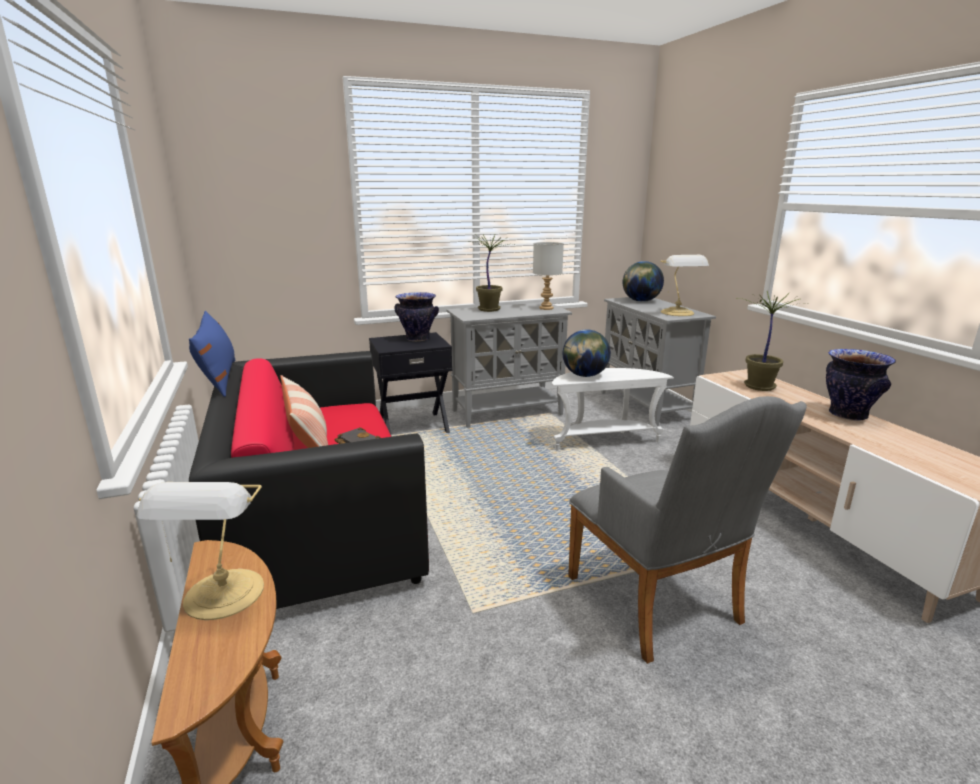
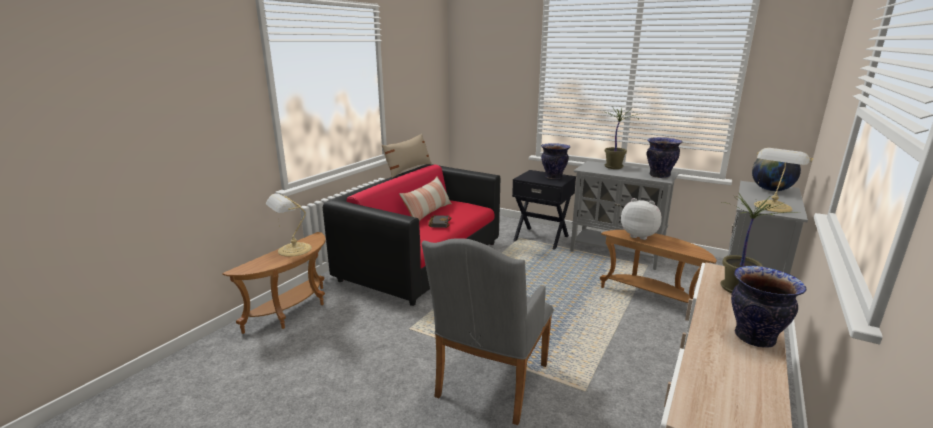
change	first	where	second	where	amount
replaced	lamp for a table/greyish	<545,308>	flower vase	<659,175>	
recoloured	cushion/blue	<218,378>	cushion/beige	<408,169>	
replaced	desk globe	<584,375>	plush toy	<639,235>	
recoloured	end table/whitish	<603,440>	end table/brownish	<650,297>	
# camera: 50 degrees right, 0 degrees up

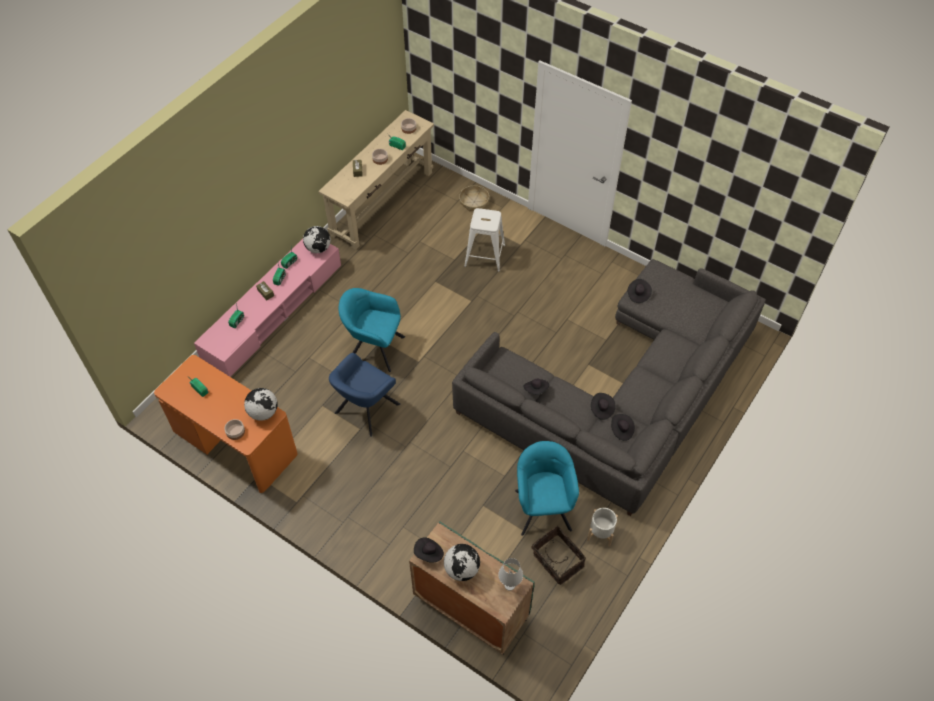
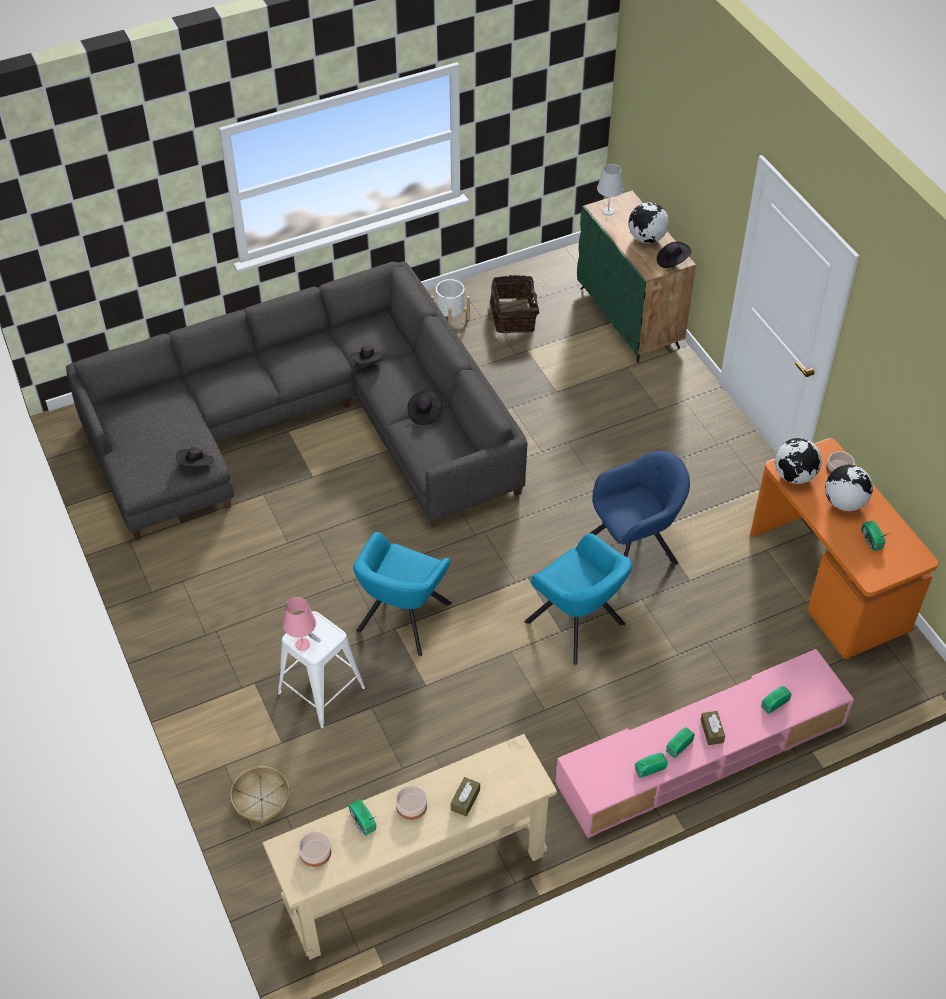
change	first	where	second	where	amount
moved	desk globe	<318,248>		<844,502>	
removed	clothing hat/black-coloured	<621,430>			
moved	easy chair/turquoise	<542,507>		<402,620>	
added			lamp for a table/pinkish	<302,644>	
# camera: 150 degrees left, 5 degrees down

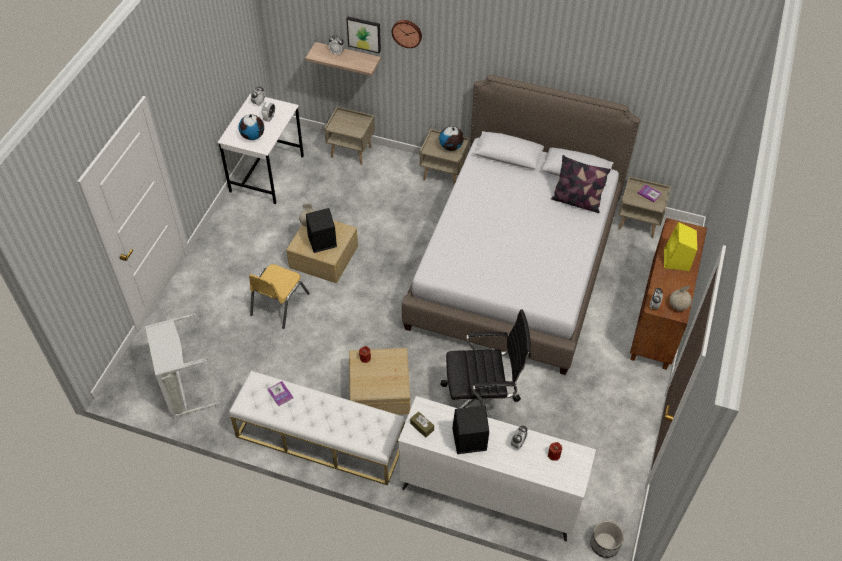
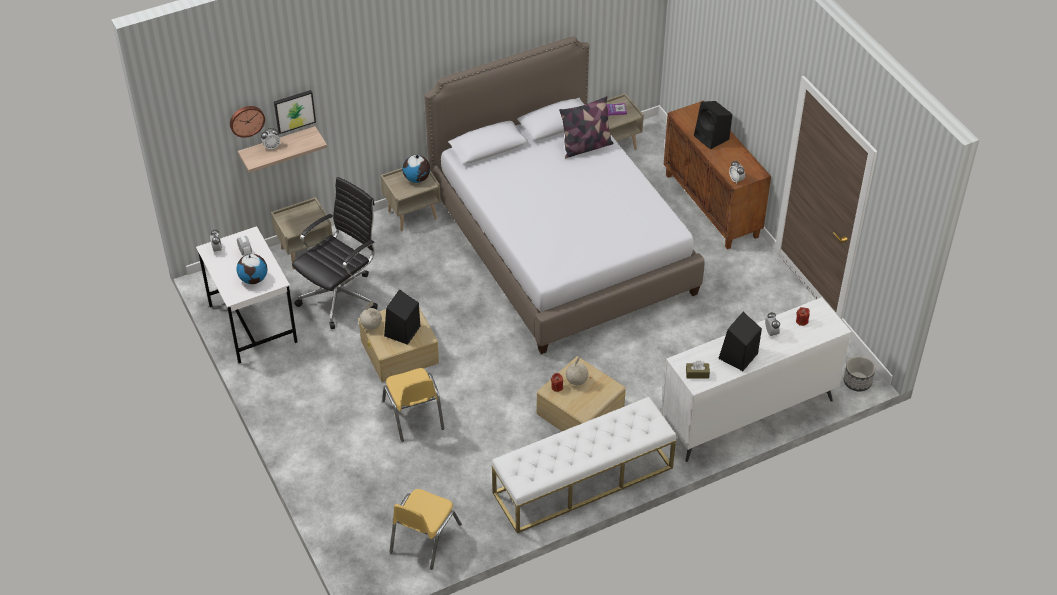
change	first	where	second	where	amount
moved	hanging clock	<407,33>		<246,120>	
recoloured	speaker/yellowish	<677,260>	speaker/black-coloured	<712,138>	
moved	desk globe	<678,306>		<577,381>	
moved	computer chair/black-coloured	<481,402>		<341,296>	
replaced	laundry basket/greyish	<182,389>	plain chair/yellowish	<424,538>	
removed	bound book	<280,394>			
# camera: 45 degrees left, 5 degrees down

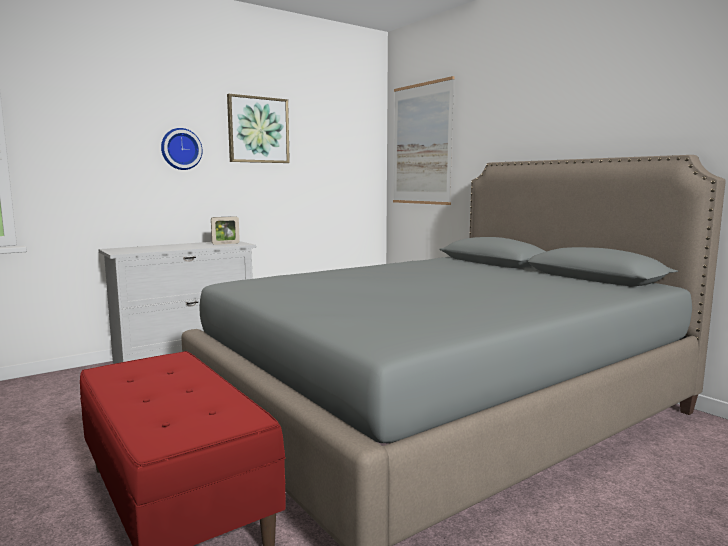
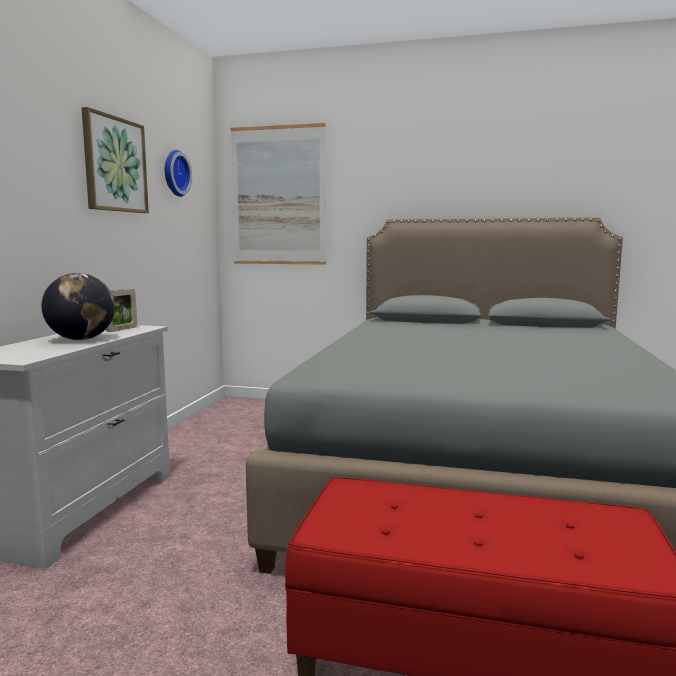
change	first	where	second	where	amount
moved	hanging clock	<180,149>		<174,173>	
added			desk globe	<81,339>	
# camera: 40 degrees left, 0 degrees up

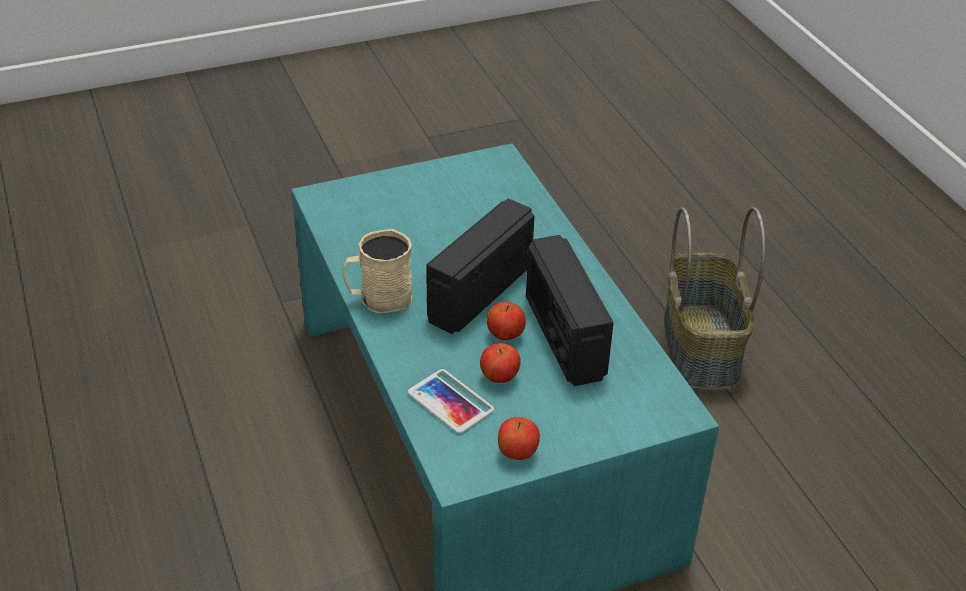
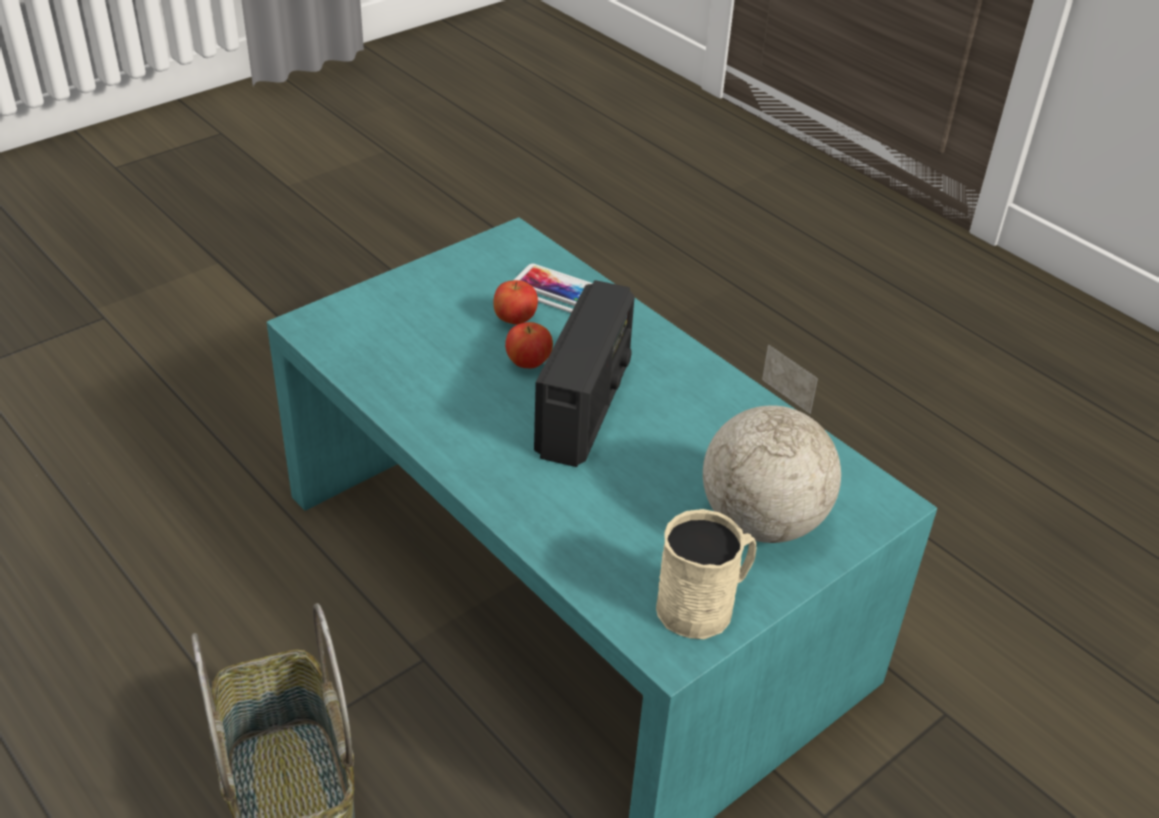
change	first	where	second	where	amount
moved	tea mug/beige	<379,298>		<704,605>	
removed	radio set	<563,337>			
removed	apple	<517,453>			
added			desk globe	<762,521>	
# camera: 160 degrees right, 0 degrees up

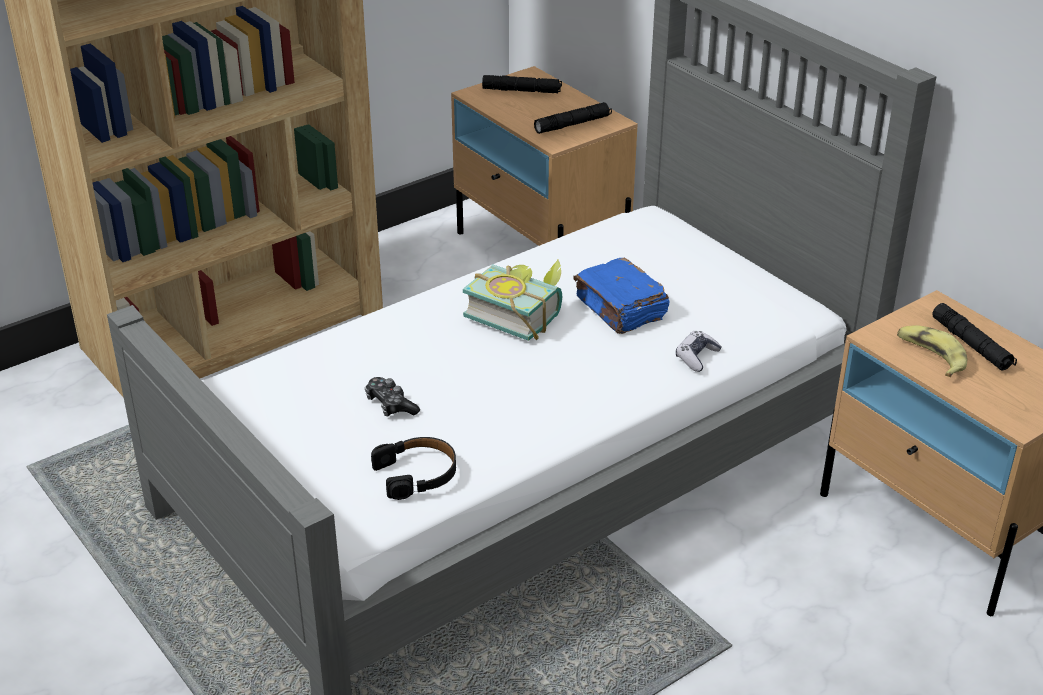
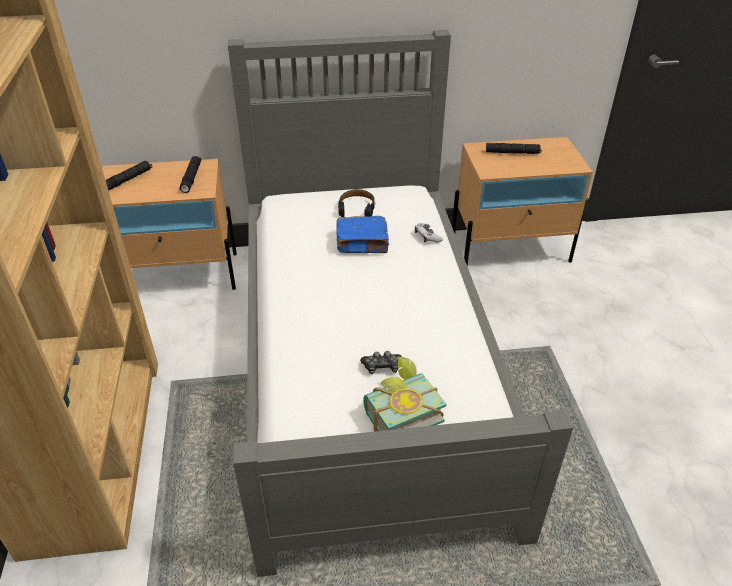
change	first	where	second	where	amount
moved	bound book	<518,314>		<399,412>	
removed	banana	<930,356>			
moved	pair of headphones/black-coloured	<417,474>		<356,208>	
# camera: 60 degrees left, 5 degrees up

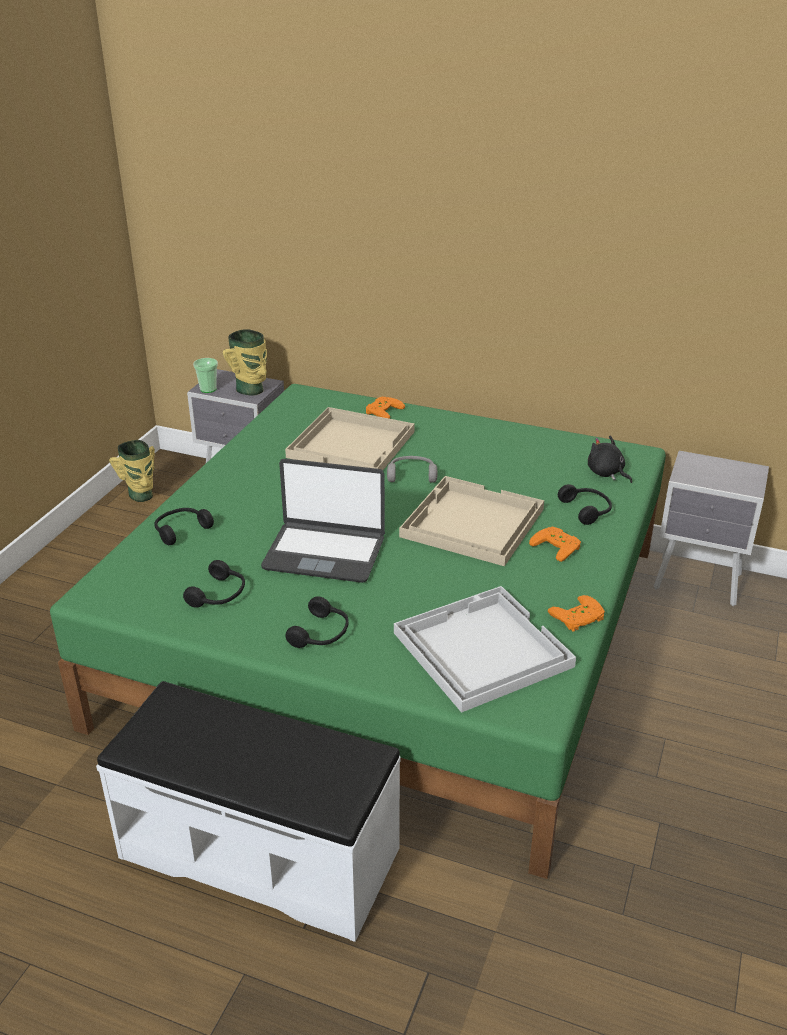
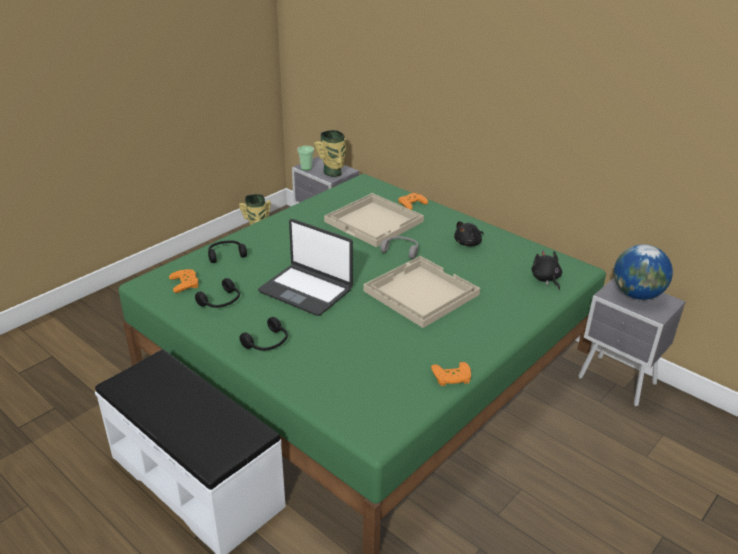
change	first	where	second	where	amount
removed	pair of headphones/black-coloured	<587,510>			
moved	gamepad/orange	<558,546>		<186,283>	
removed	serving tray/whitish	<480,649>			
added			plush toy/black-coloured	<468,243>	
added			desk globe	<636,294>	
# camera: 20 degrees right, 0 degrees up

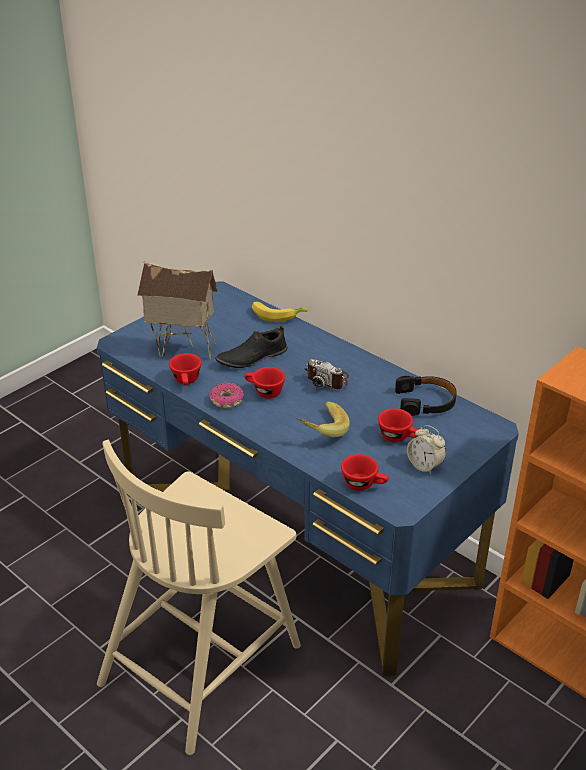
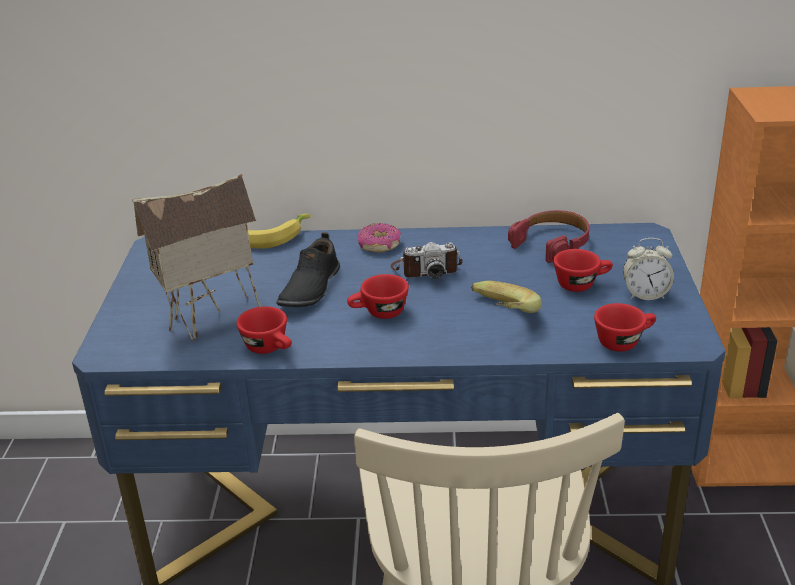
change	first	where	second	where	amount
recoloured	pair of headphones/black-coloured	<426,402>	pair of headphones/reddish	<552,243>	
moved	ring doughnut	<226,400>		<379,245>	
# camera: 40 degrees left, 5 degrees down

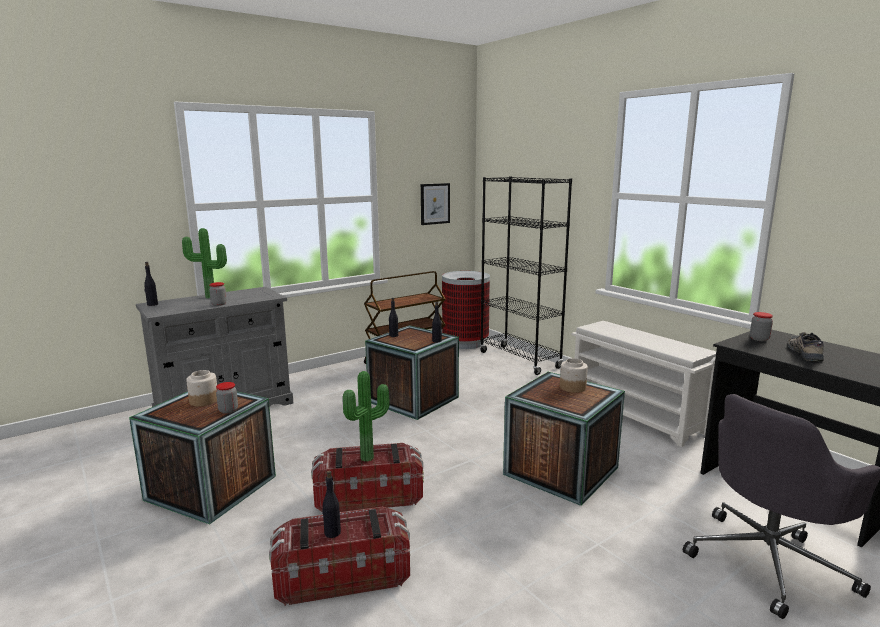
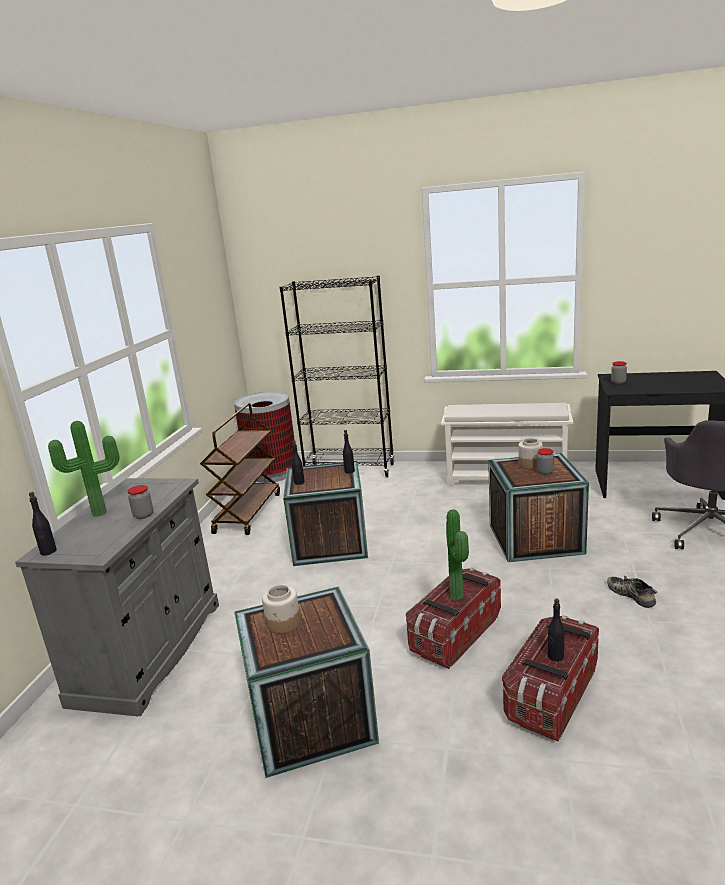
change	first	where	second	where	amount
removed	picture	<435,203>			
moved	item of footwear	<806,353>		<632,595>	
moved	storage jar	<228,410>		<545,472>	
# camera: 40 degrees left, 5 degrees up

